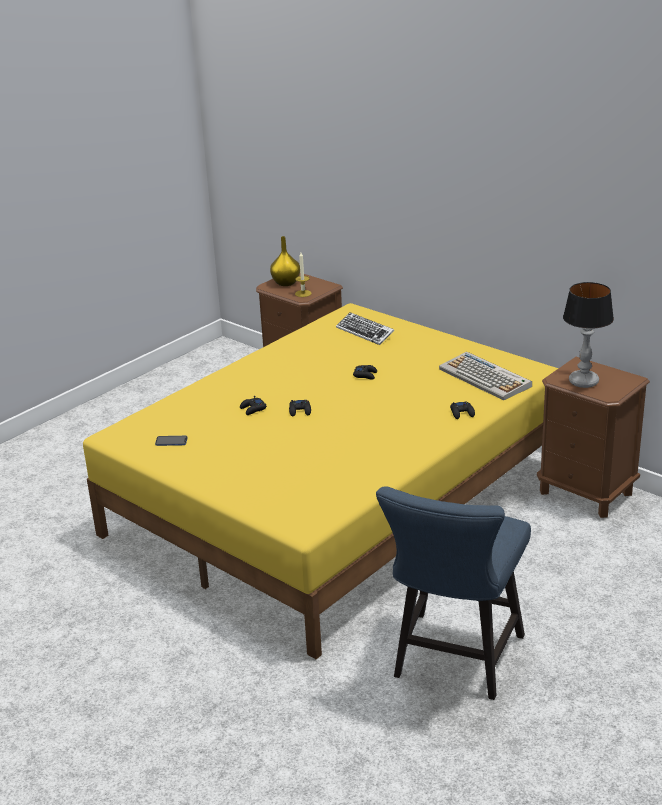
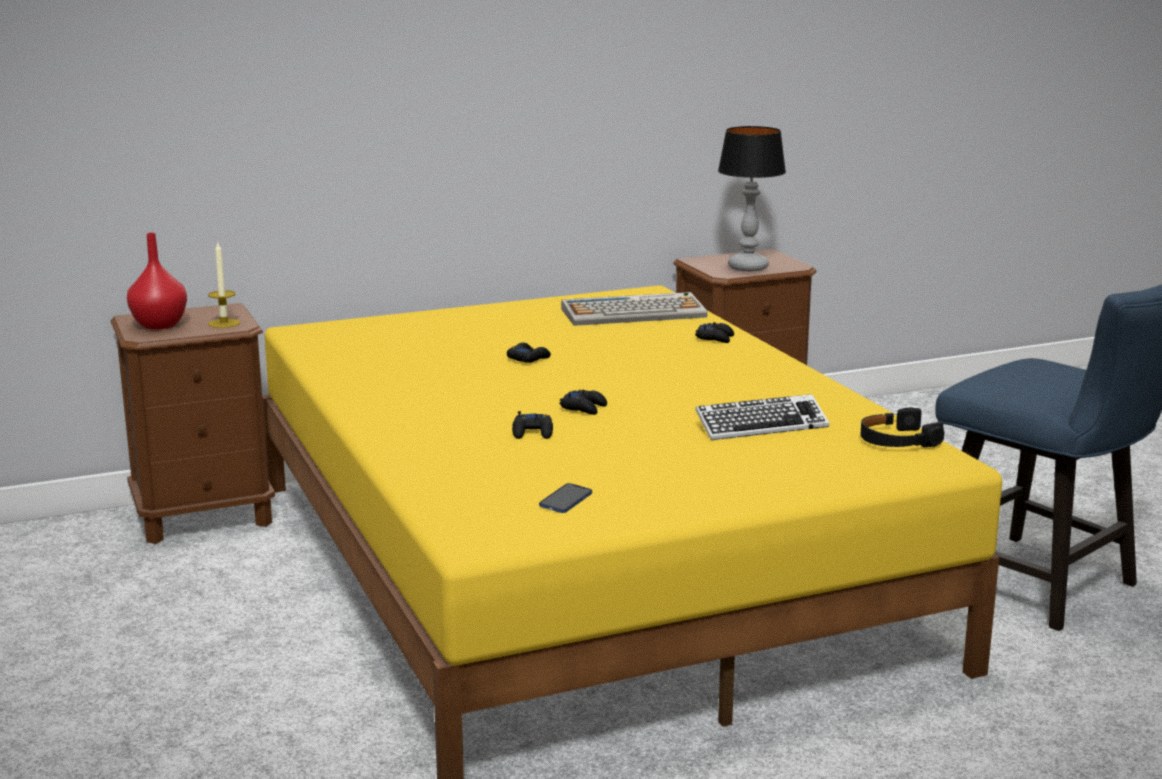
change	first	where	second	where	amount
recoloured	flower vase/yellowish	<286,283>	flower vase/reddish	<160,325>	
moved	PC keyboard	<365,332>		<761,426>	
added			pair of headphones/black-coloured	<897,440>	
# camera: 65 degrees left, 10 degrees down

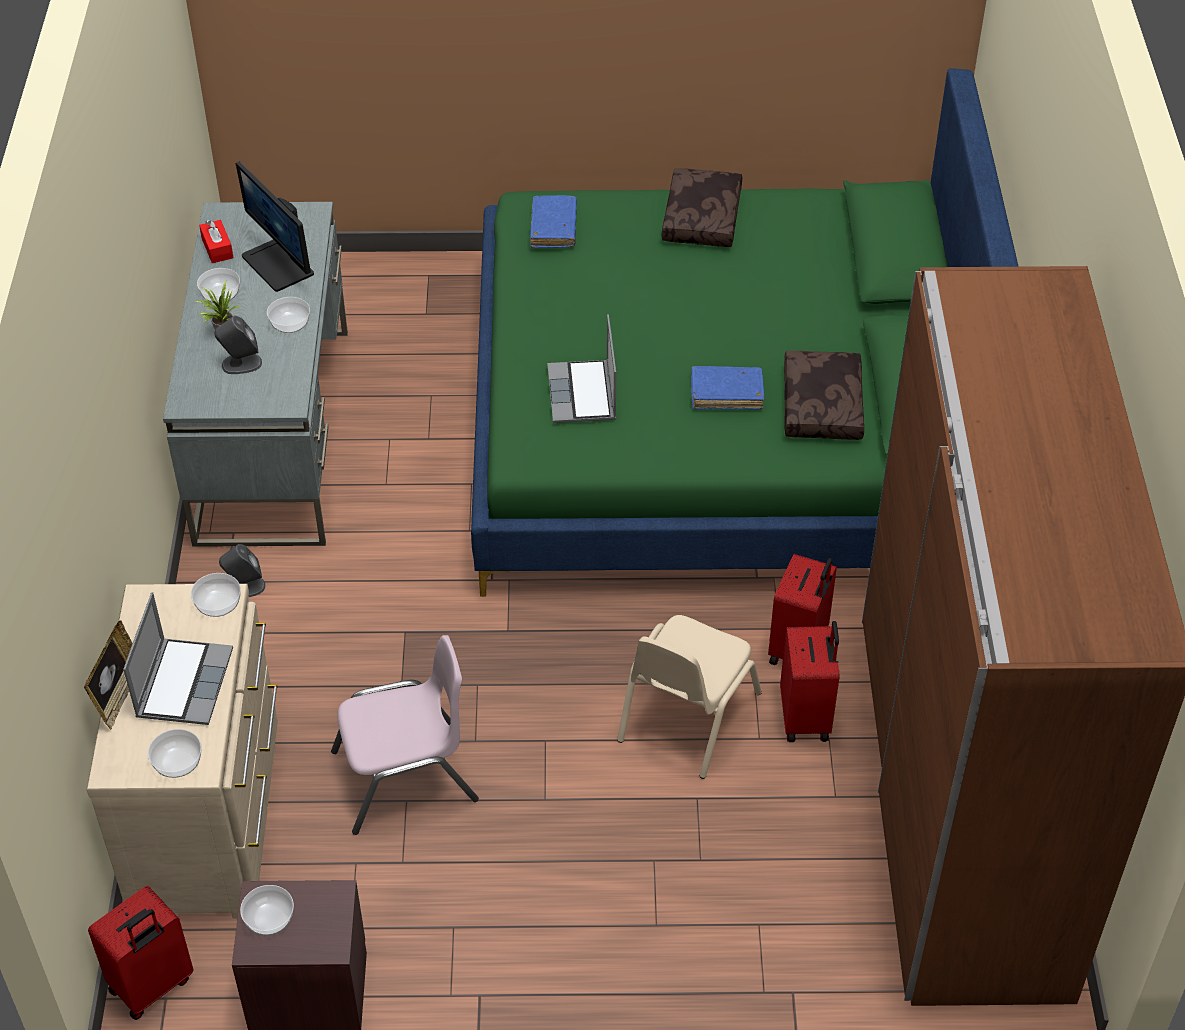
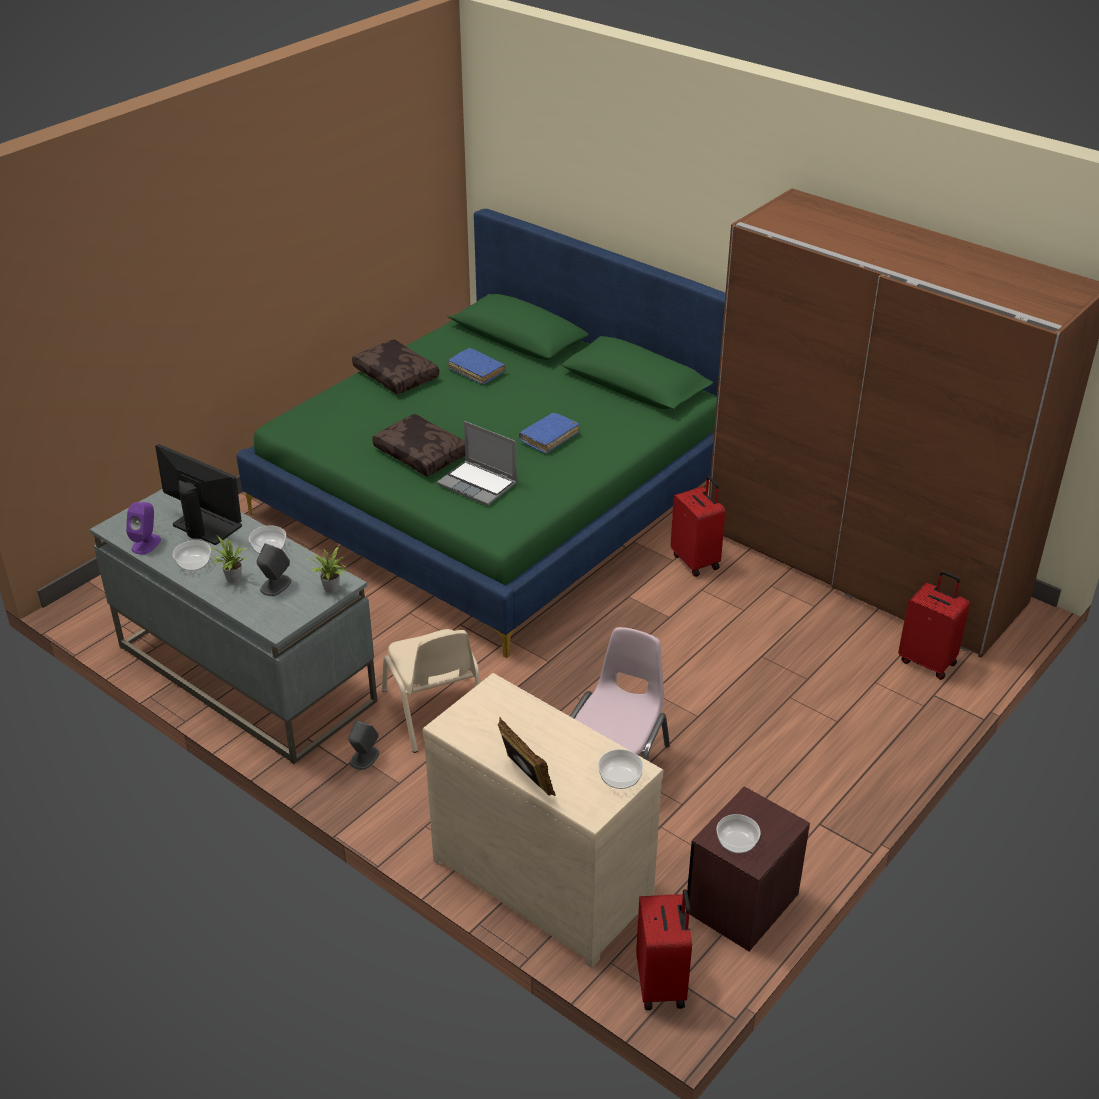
change	first	where	second	where	amount
turned	computer screen	<279,264>		<206,526>	150 degrees counterclockwise
moved	bound book/blue	<553,228>		<476,371>	
replaced	tissue holder/reddish	<217,248>	speaker/purple-coloured	<146,544>	
moved	cushion/brownish	<824,406>		<423,454>	
removed	deep dish	<219,604>			
removed	laptop	<183,682>			
moved	plain chair/beige	<687,716>		<435,711>	
moved	travel case/reddish	<806,717>		<927,661>	
added			potted plant	<332,589>	
# camera: 50 degrees left, 10 degrees down

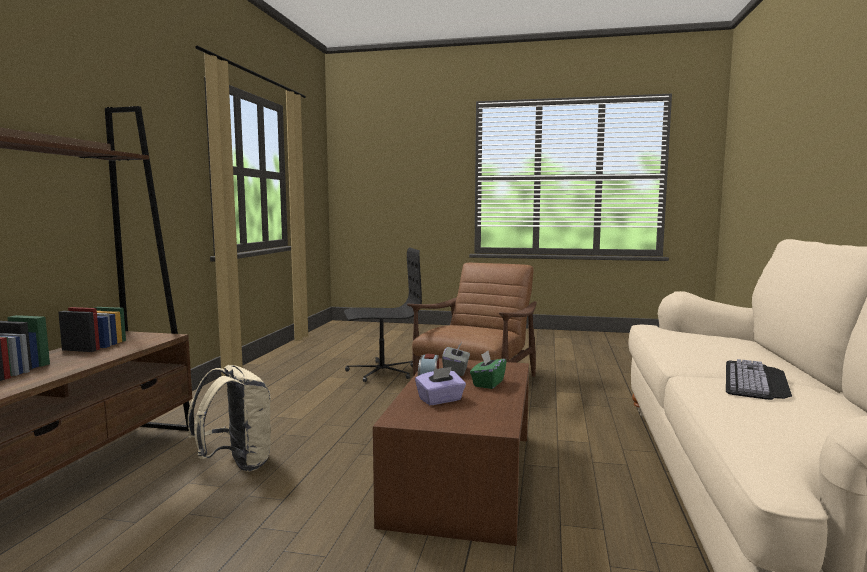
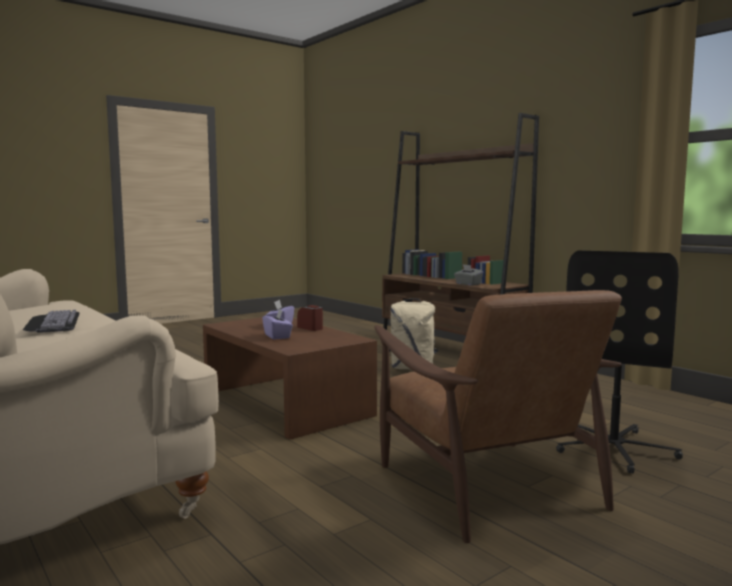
change	first	where	second	where	amount
moved	tissue holder/greyish	<456,371>		<468,284>	
recoloured	tissue holder/greenish	<488,383>	tissue holder/purple-coloured	<277,336>	
# camera: 130 degrees right, 0 degrees up

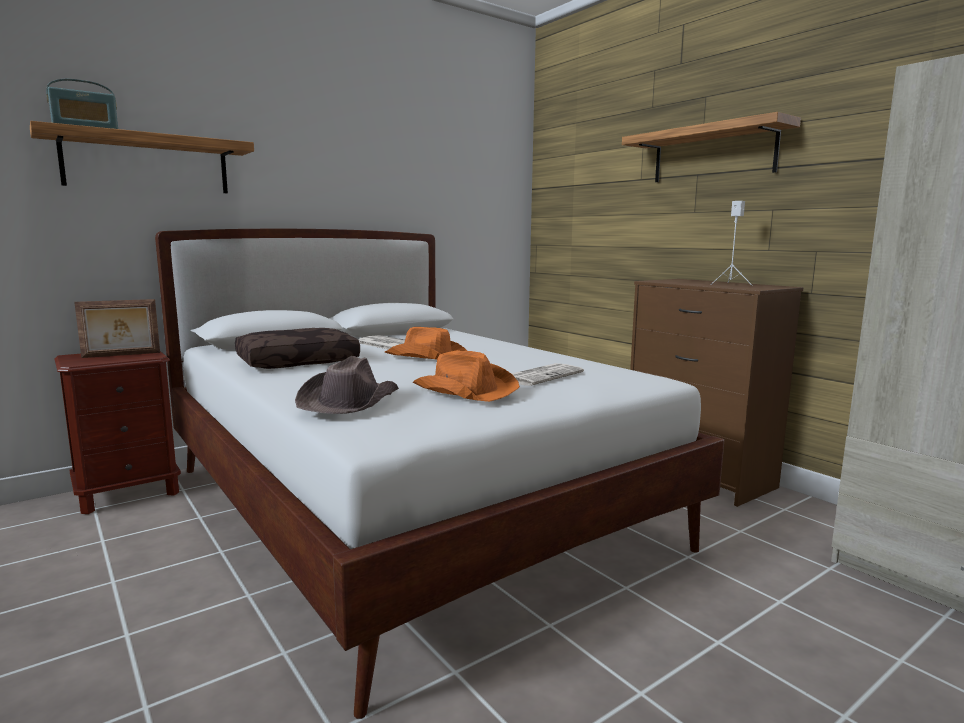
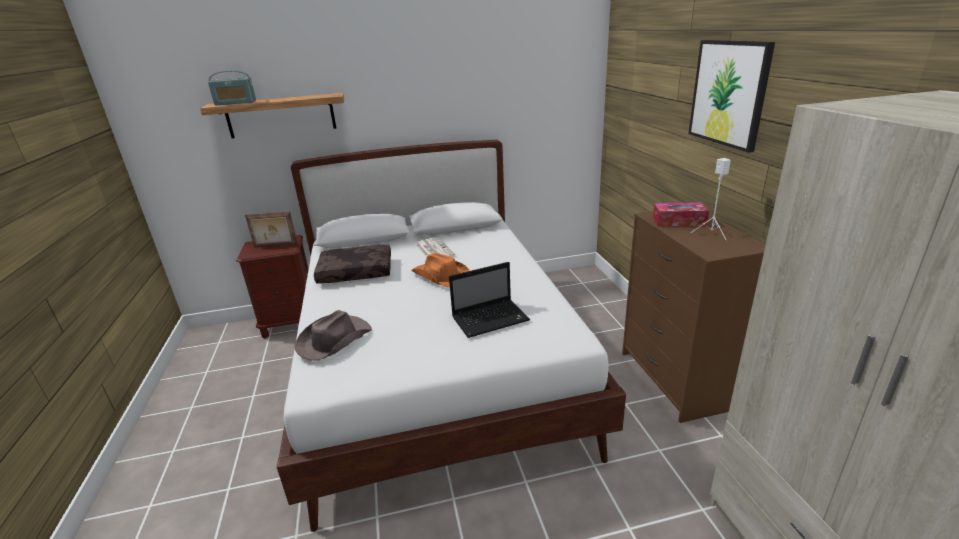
change	first	where	second	where	amount
replaced	bracket shelf	<713,154>	picture	<729,93>	
removed	clothing hat/orange	<465,389>			
replaced	printed paper	<541,376>	laptop	<491,319>	
added			tissue holder	<679,221>	
# camera: 25 degrees right, 15 degrees up

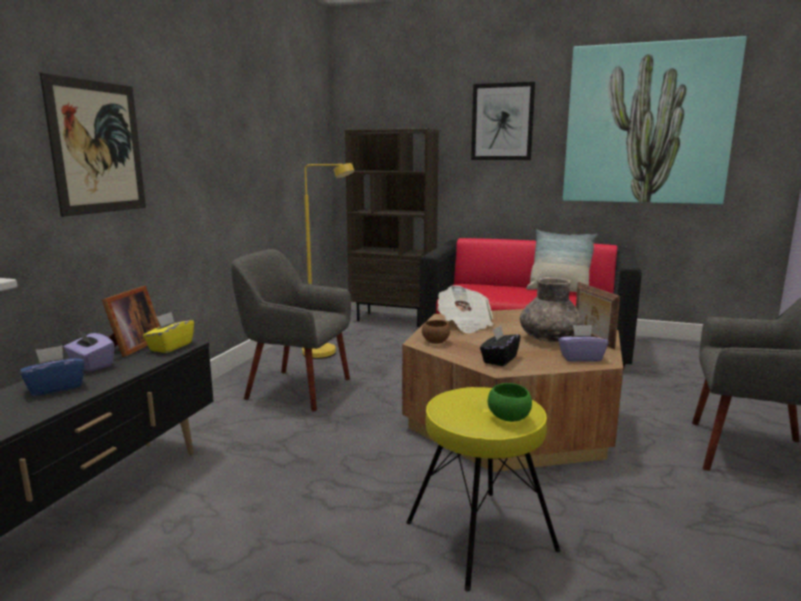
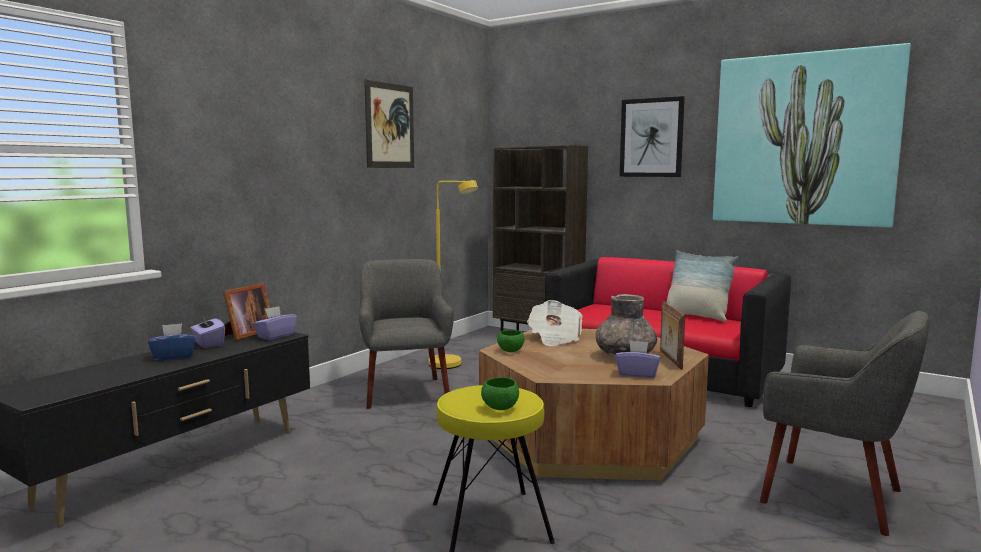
change	first	where	second	where	amount
moved	picture	<97,147>		<390,125>	
turned	easy chair/greyish	<297,388>		<405,392>	45 degrees clockwise
recoloured	tissue holder/yellowish	<170,347>	tissue holder/purple-coloured	<275,336>	
recoloured	deep dish/brownish	<435,342>	deep dish/greenish	<510,351>	
removed	tissue holder/black-coloured	<499,359>			
# camera: 15 degrees right, 5 degrees down

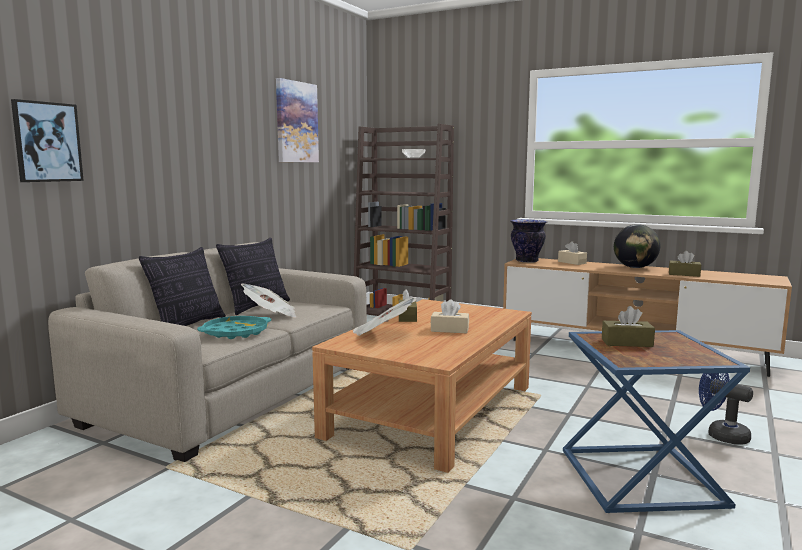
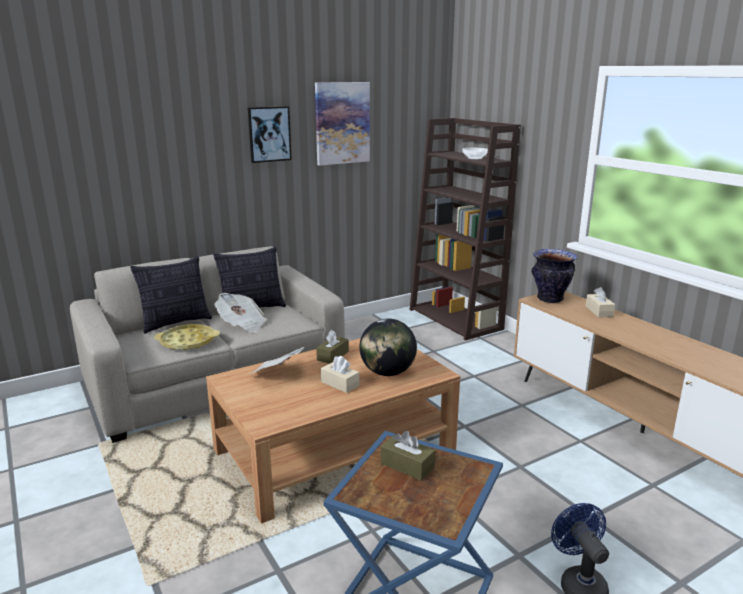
change	first	where	second	where	amount
moved	picture	<47,142>		<269,134>	
moved	desk globe	<635,267>		<387,372>	
removed	tissue holder/brownish	<684,274>			
recoloured	serving tray/turquoise	<235,332>	serving tray/yellowish	<188,342>	
# camera: 30 degrees right, 10 degrees up

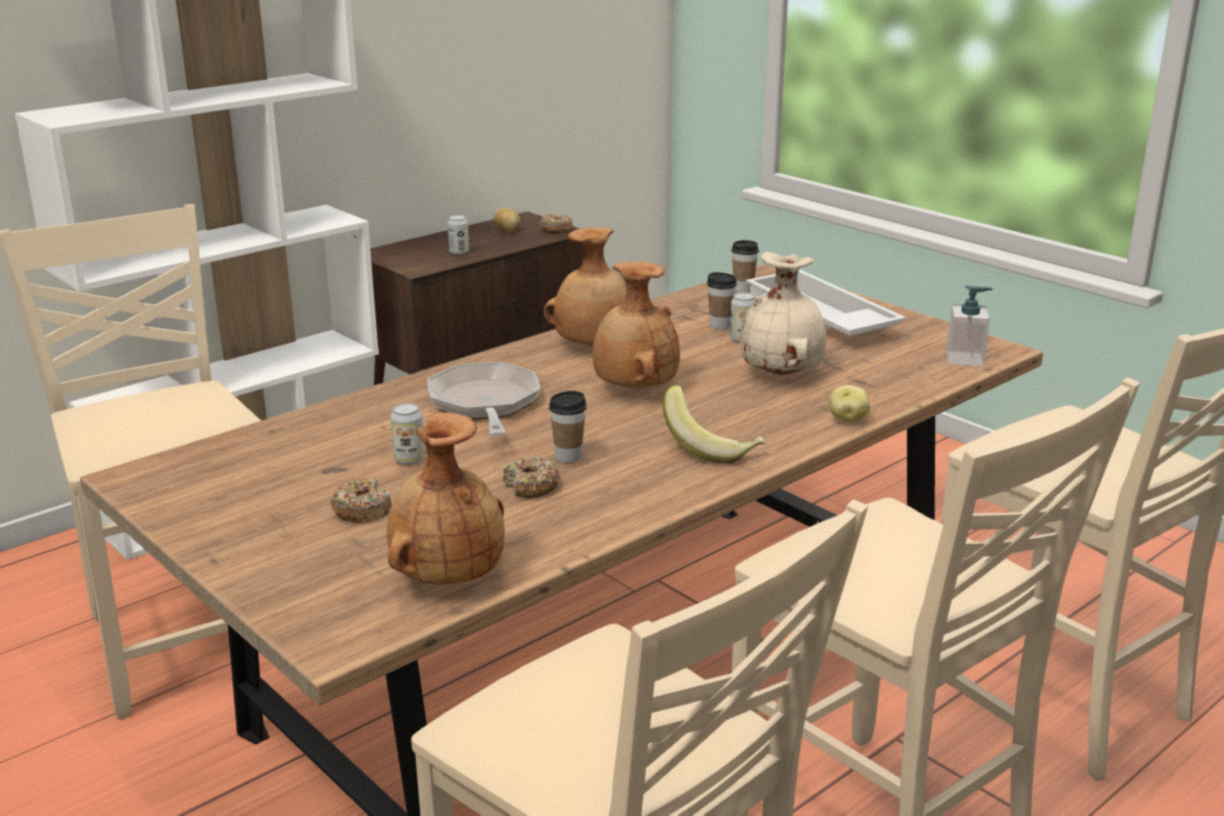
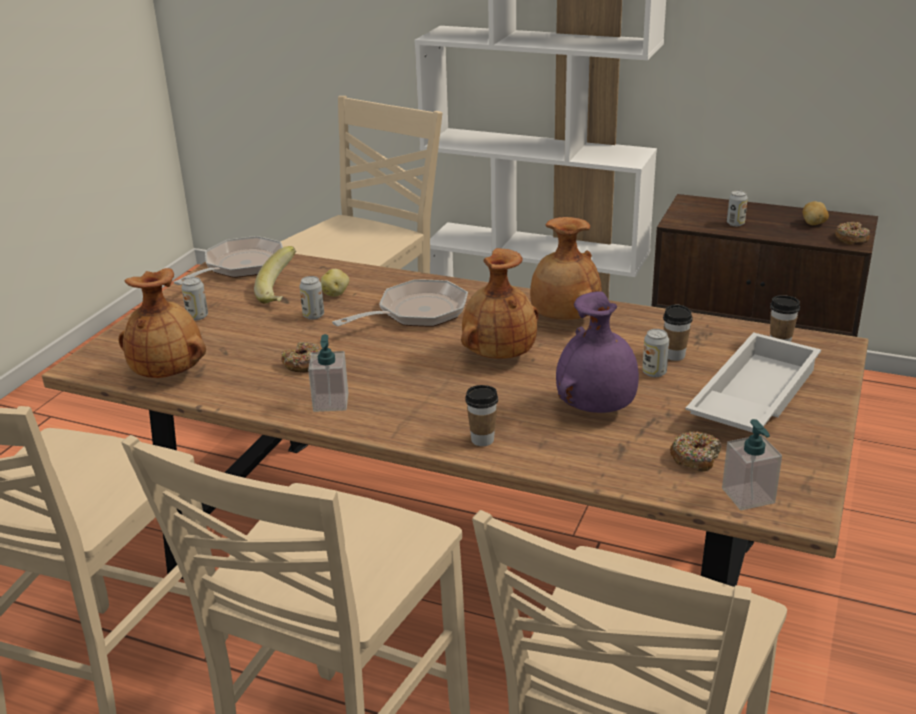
change	first	where	second	where	amount
recoloured	flower vase/beige	<782,374>	flower vase/purple-coloured	<597,408>	
moved	banana	<711,448>		<282,294>	
moved	spud	<848,419>		<336,293>	
moved	drinking cup	<568,457>		<482,440>	
moved	ring doughnut	<361,510>		<695,458>	
added			frying pan	<240,267>	
added			sealed can	<197,316>	
added			soap bottle	<331,402>	
# camera: 65 degrees right, 5 degrees up

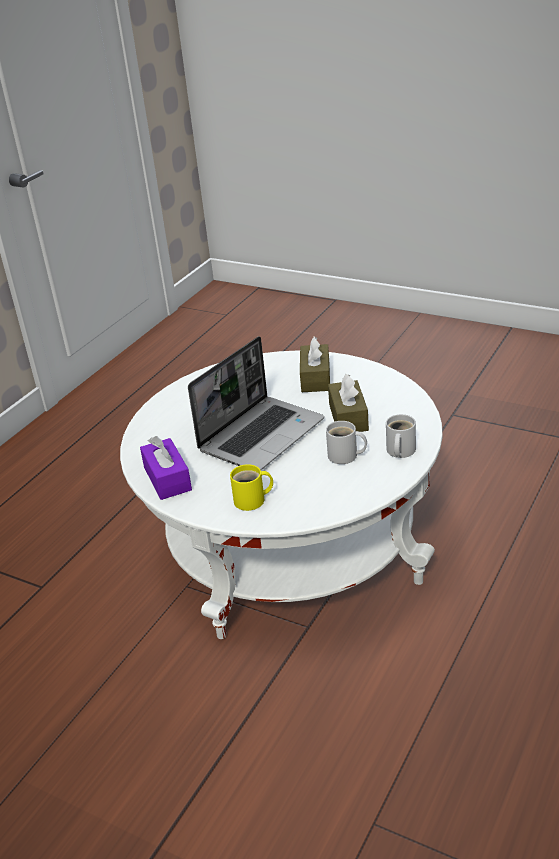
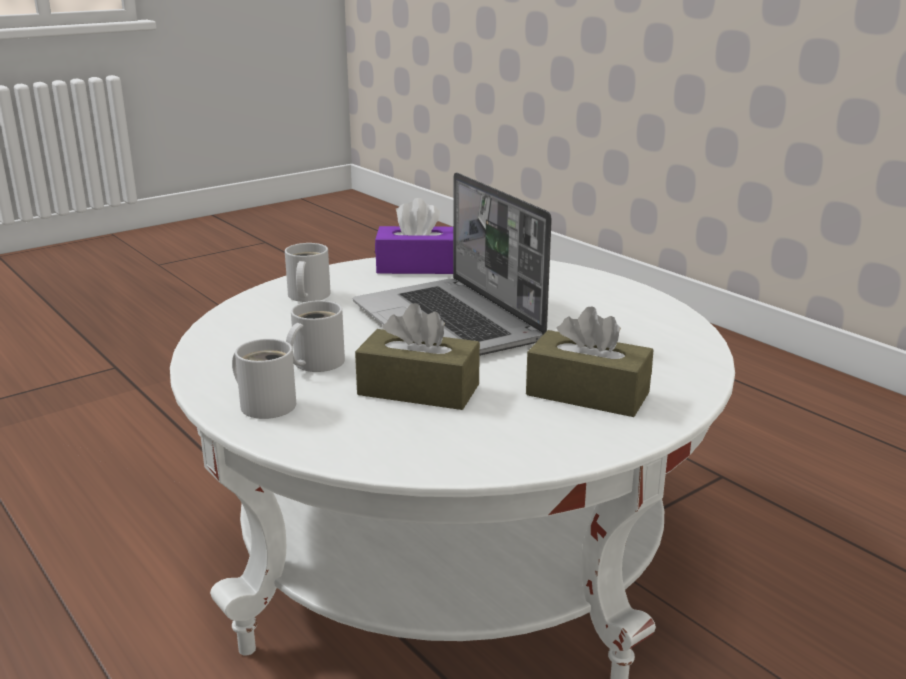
change	first	where	second	where	amount
recoloured	tea mug/yellowish	<252,501>	tea mug/whitish	<306,296>	
# camera: 110 degrees right, 10 degrees down

